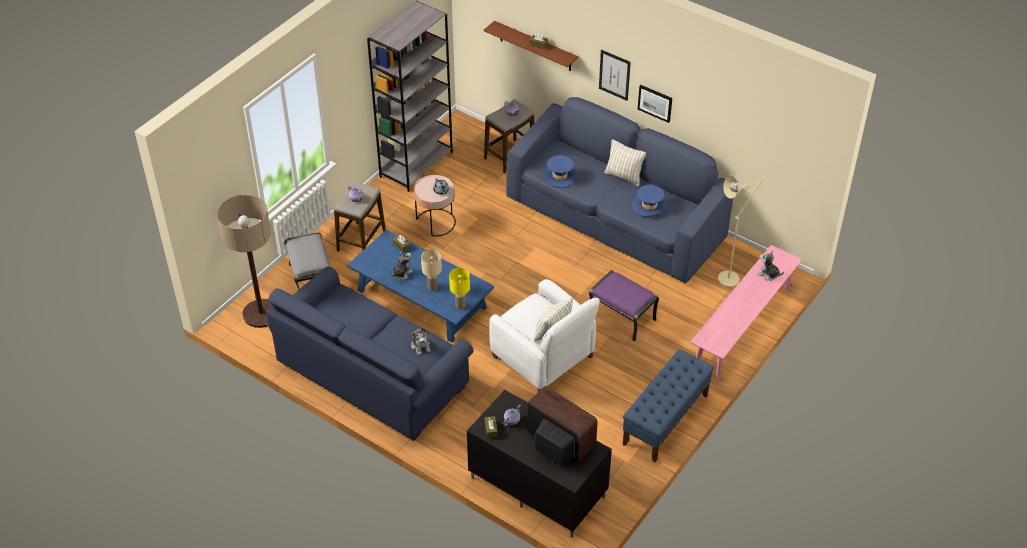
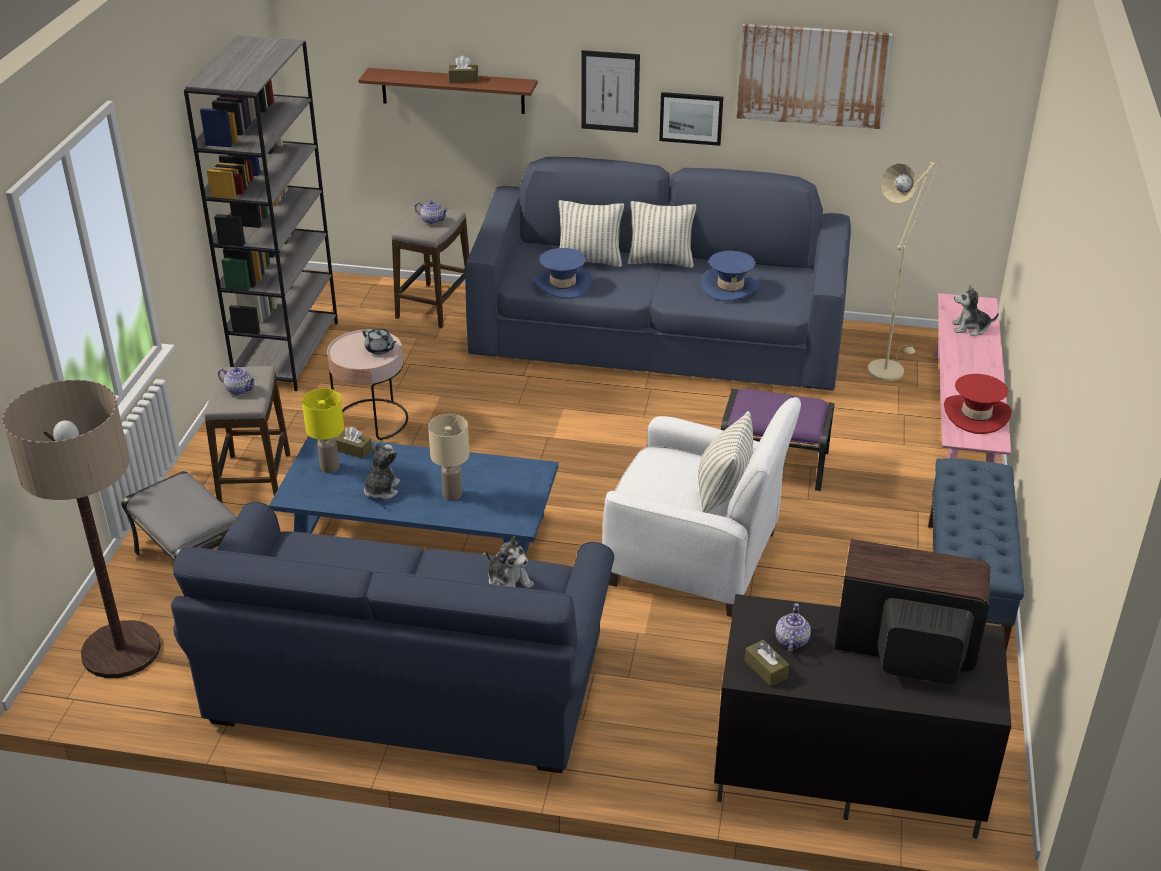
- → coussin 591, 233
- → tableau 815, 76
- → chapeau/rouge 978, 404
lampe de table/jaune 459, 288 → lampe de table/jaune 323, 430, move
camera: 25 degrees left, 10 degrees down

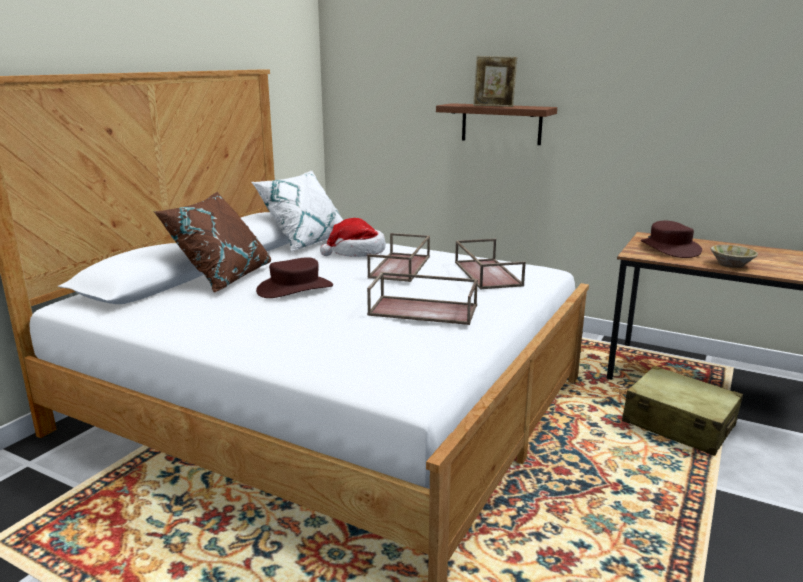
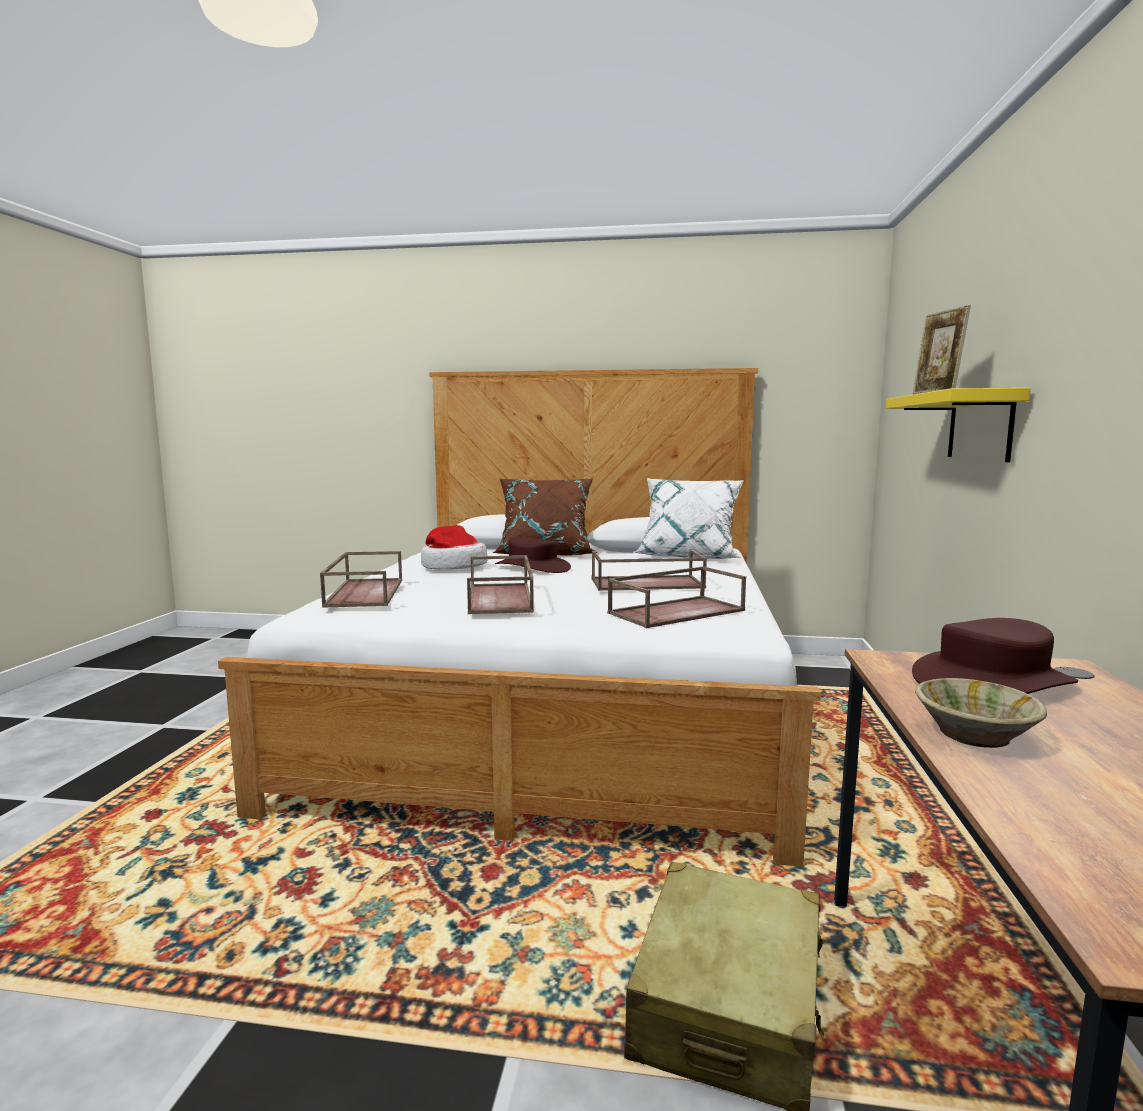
- → plateau/marron 361, 579
chapeau 353, 237 → chapeau 454, 547, move
étagère/marron 496, 124 → étagère/jaune 958, 425
camera: 70 degrees right, 10 degrees down

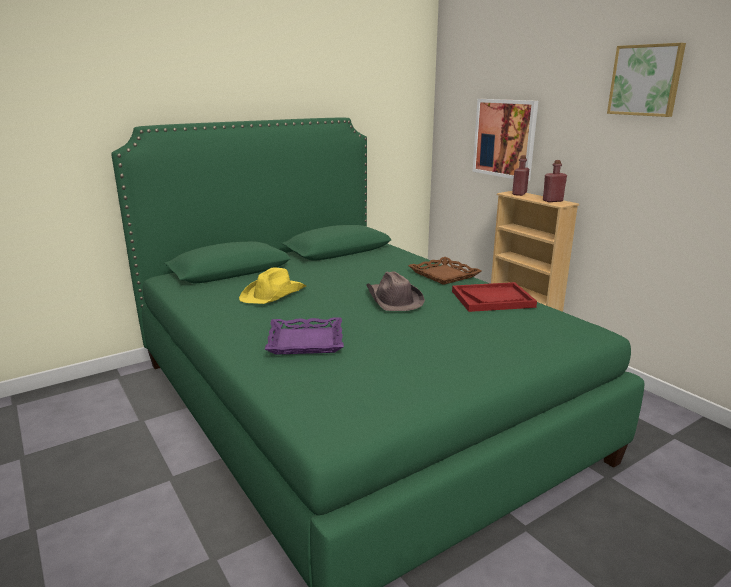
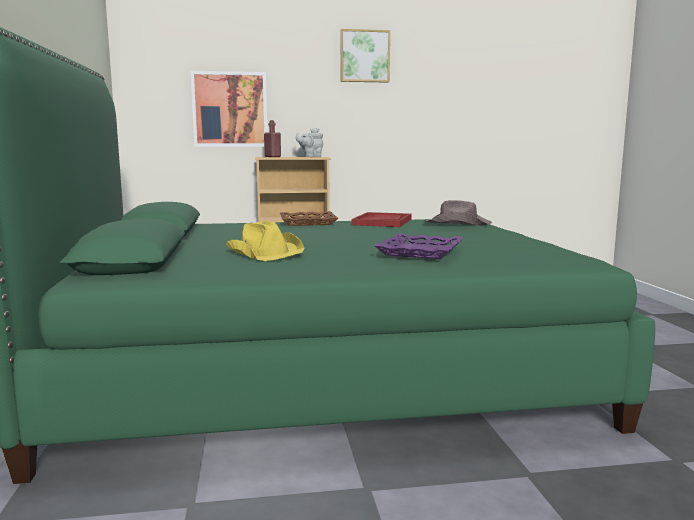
chapeau/marron 395, 291 → chapeau/marron 458, 213, move
bouteille/rouge 555, 181 → théière/gris 309, 142
camera: 65 degrees left, 10 degrees down

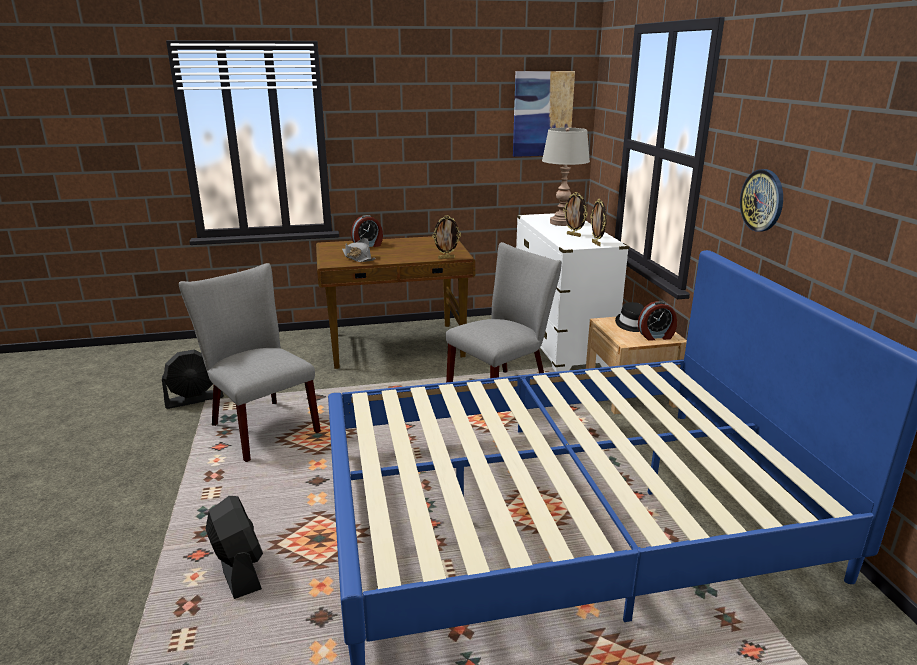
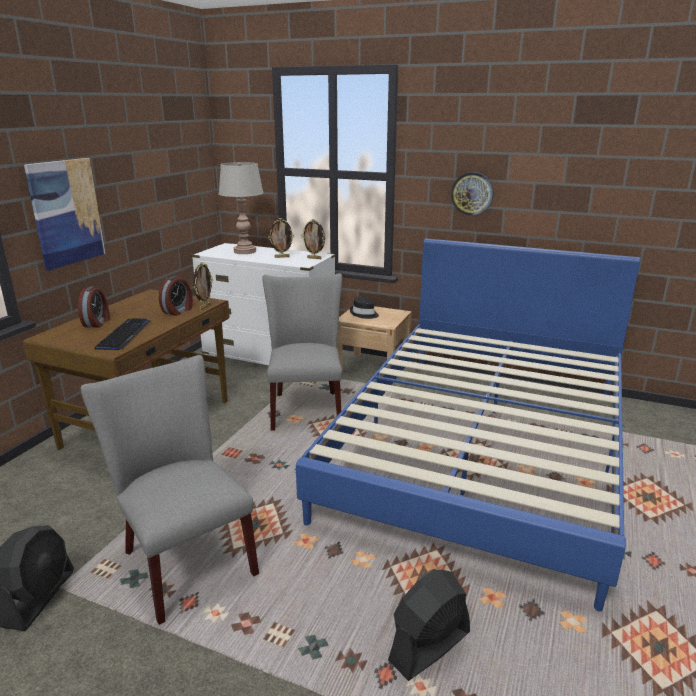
tableau 544, 114 → tableau 64, 214, move
réveil 657, 321 → réveil 176, 296, move
chapeau/gris 359, 250 → clavier 123, 334
chaise/gris 250, 362 → chaise/gris 169, 490, 60 degrees clockwise
ventilateur/noir 234, 547 → ventilateur/noir 429, 625, 45 degrees counterclockwise
camera: 55 degrees left, 0 degrees up

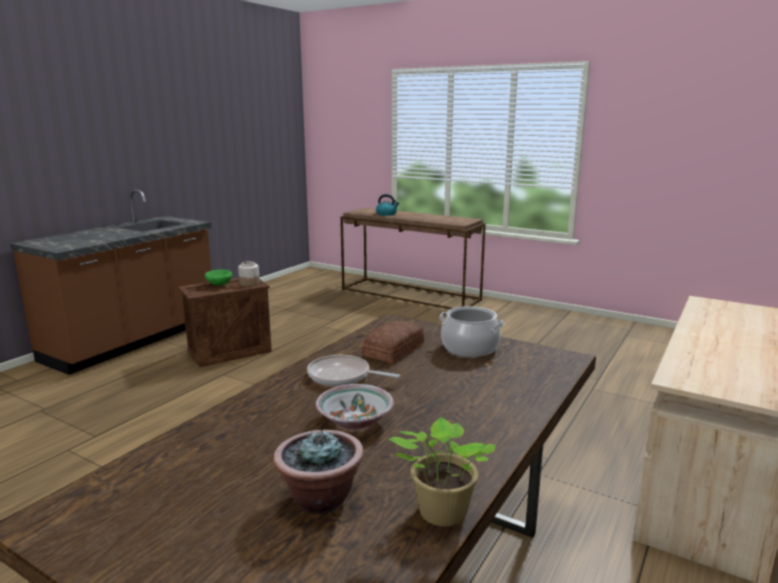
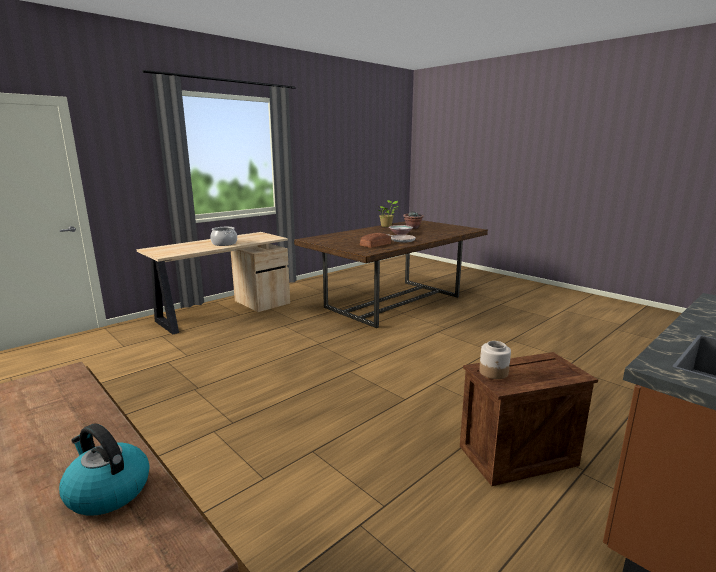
bol/vert 218, 277 → -
marmite 471, 331 → marmite 223, 236, move
camera: 165 degrees left, 0 degrees up

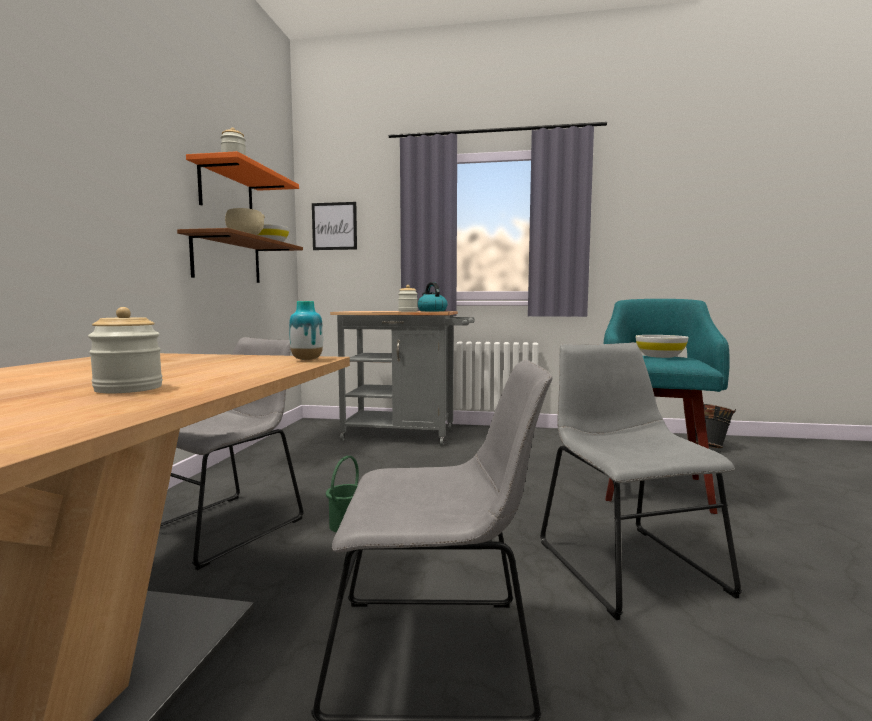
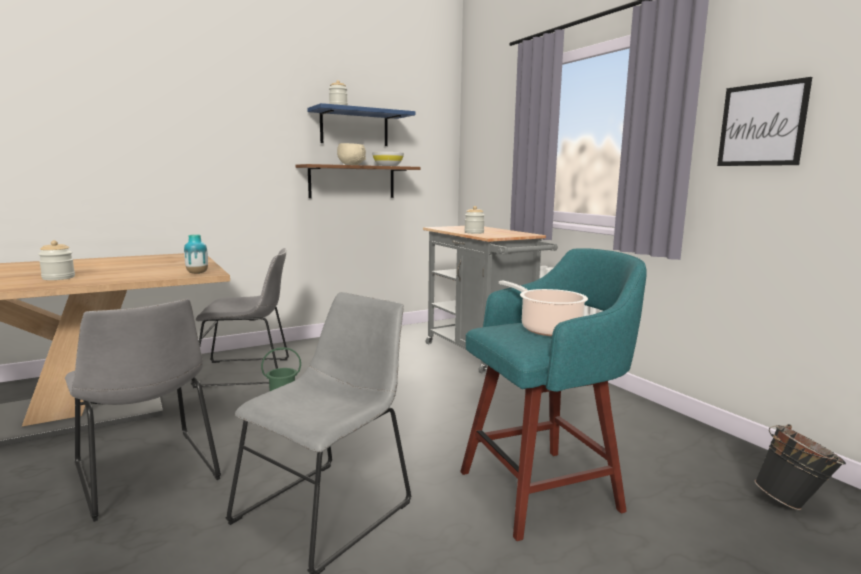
bouilloire 433, 296 → -
tableau 334, 226 → tableau 764, 121, move
bol/blanc 662, 346 → marmite 543, 308
étagère/orange 242, 180 → étagère/bleu 361, 124
camera: 50 degrees right, 5 degrees up

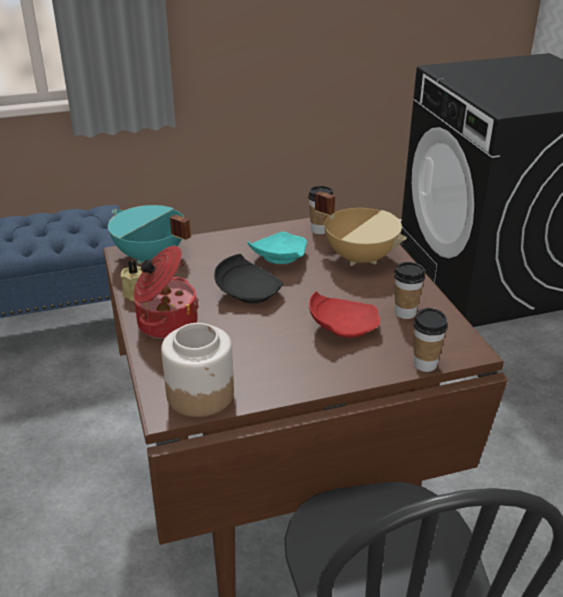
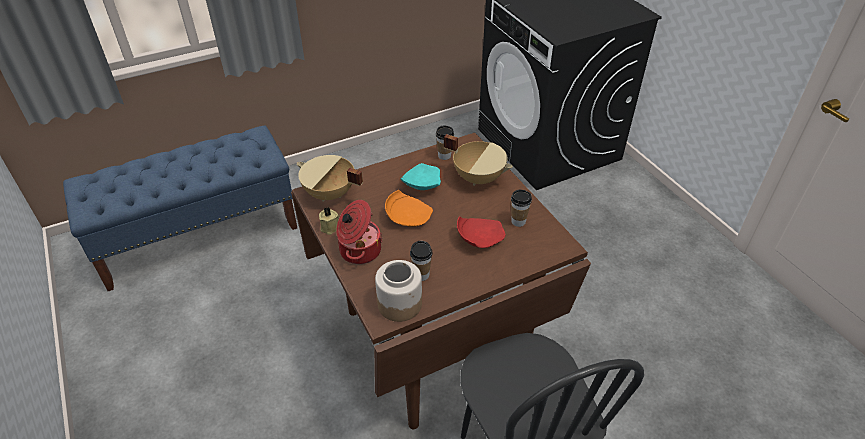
tasse 430, 340 → tasse 421, 261, move
marmite/turquoise 149, 234 → marmite/beige 330, 178
assiette/noir 248, 278 → assiette/orange 409, 208
camera: 10 degrees left, 10 degrees up

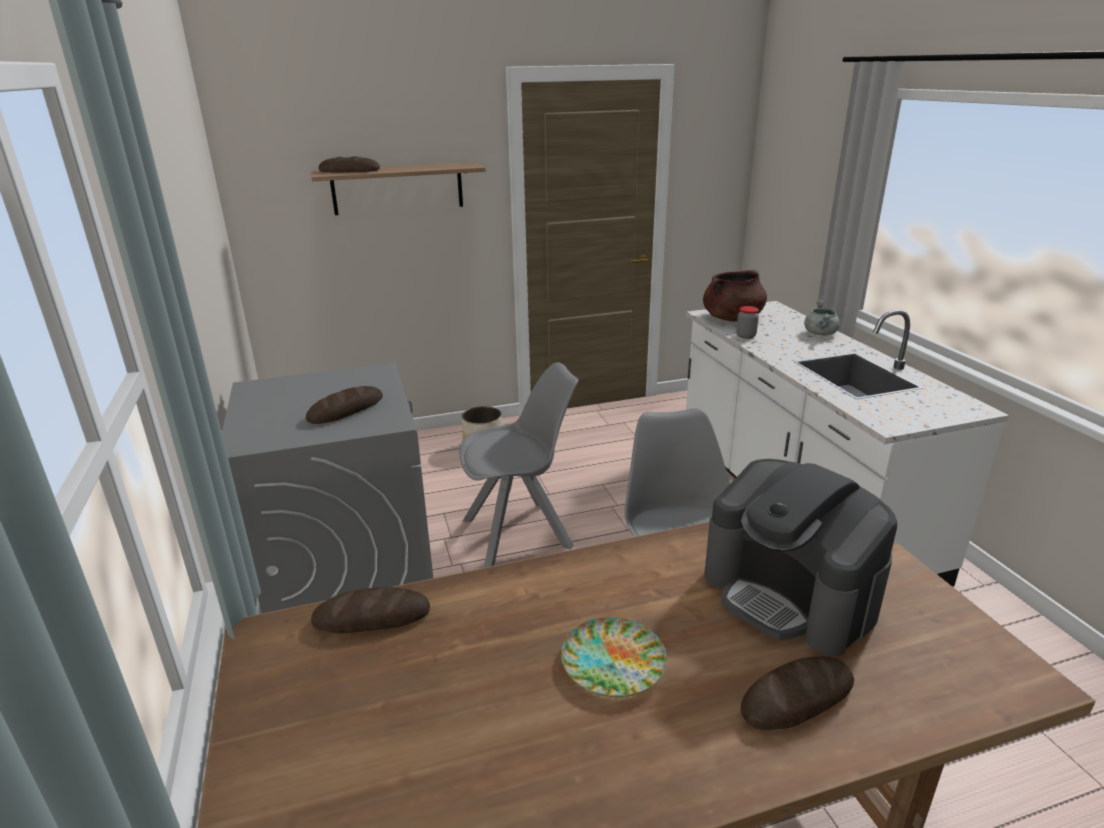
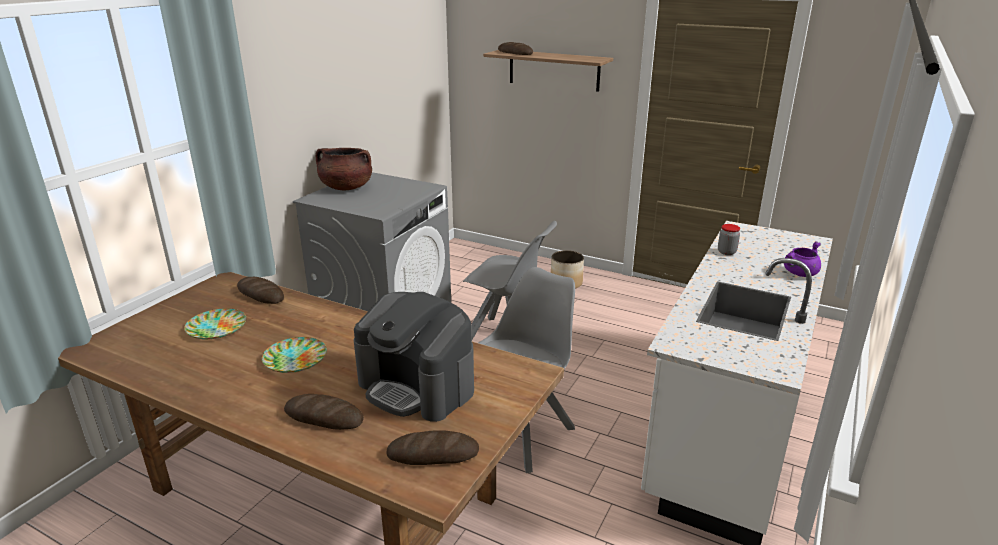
- → assiette 215, 323
pain 344, 405 → pain 433, 447, move
marmite/marron 735, 295 → marmite/marron 344, 169, move
marmite/gris 822, 317 → marmite/violet 802, 259
machine à café 800, 557 → machine à café 414, 357, 60 degrees counterclockwise
camera: 45 degrees right, 0 degrees up

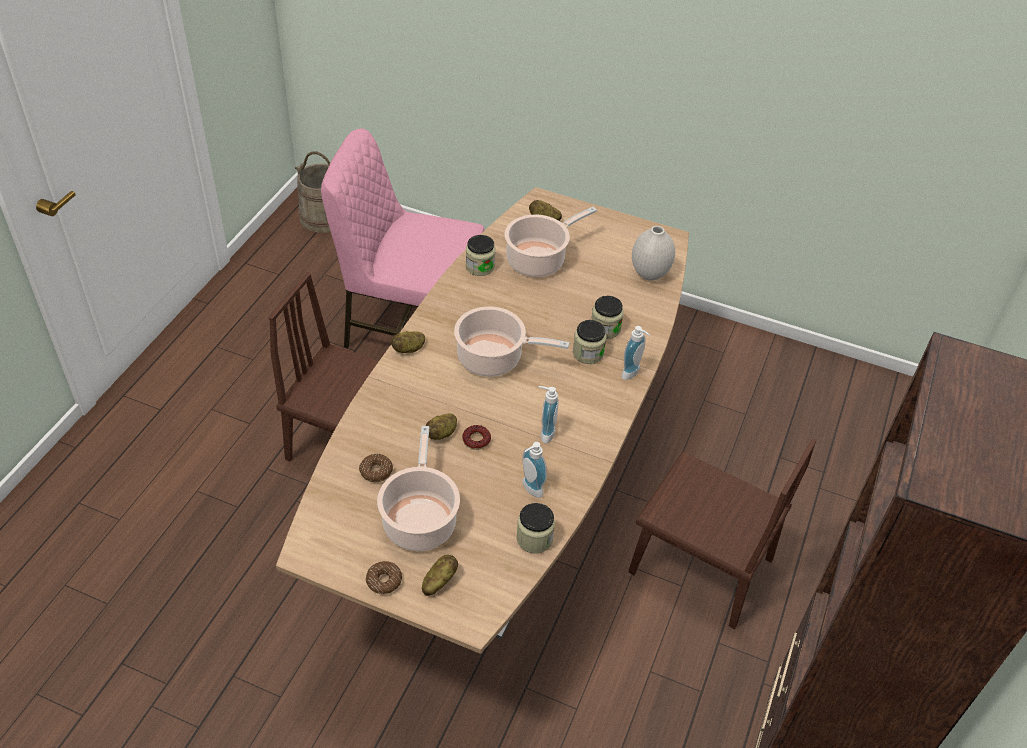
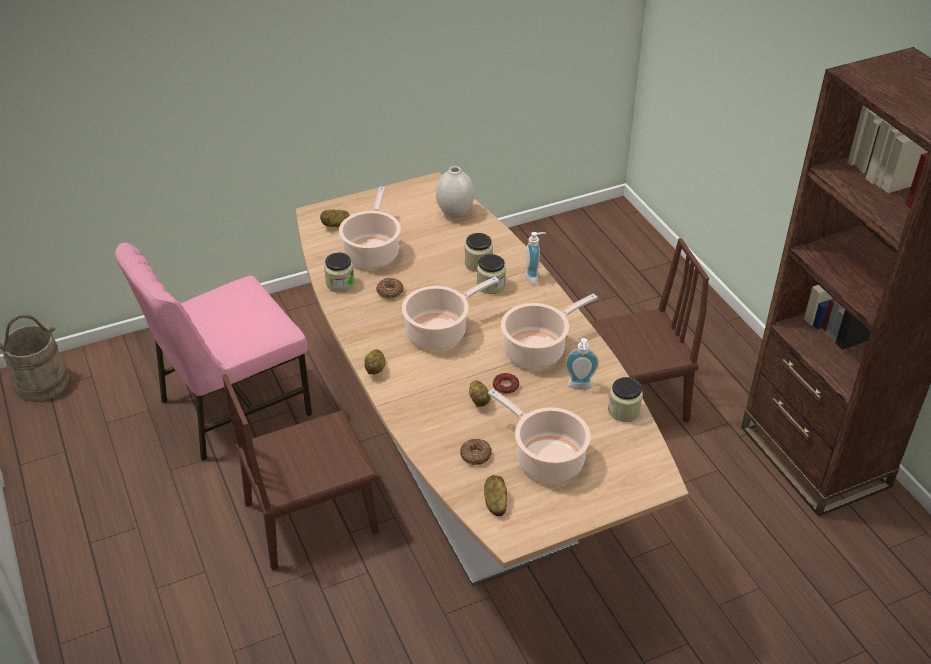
beignet 384, 577 → beignet 389, 288, move
pomme de terre 440, 575 → pomme de terre 495, 495, move
distributeur de savon 548, 414 → marmite 549, 331
camera: 45 degrees left, 5 degrees down

